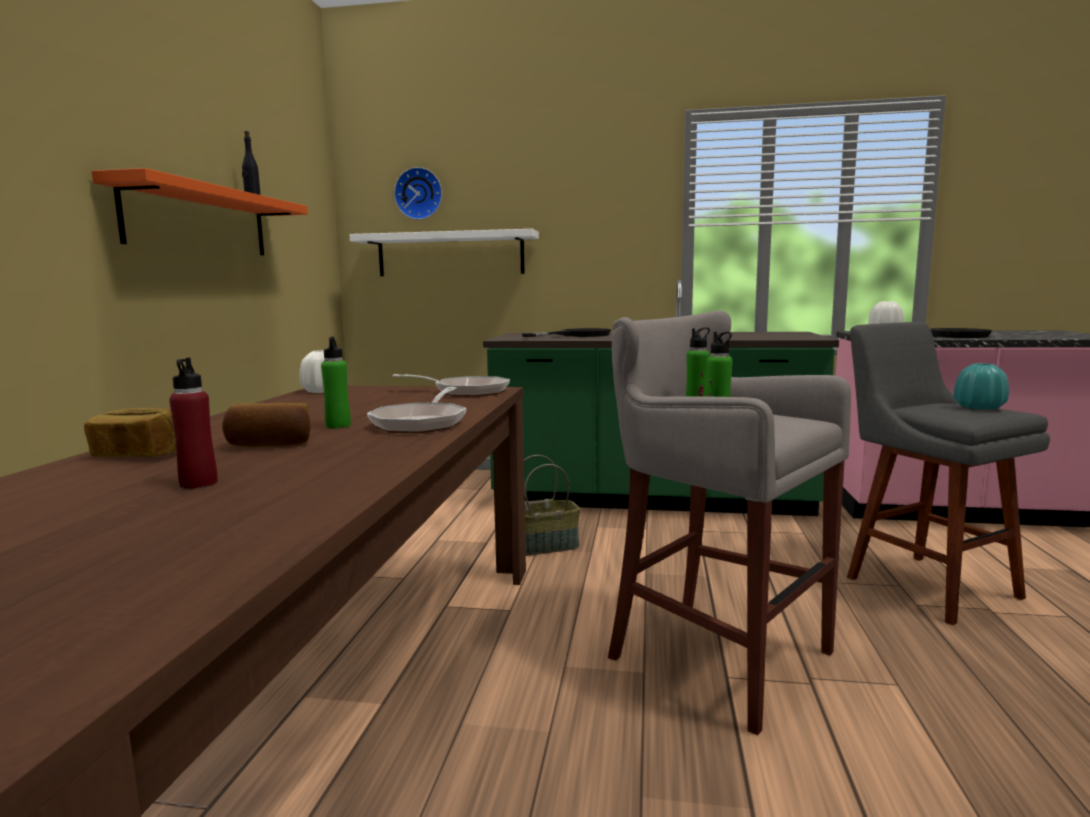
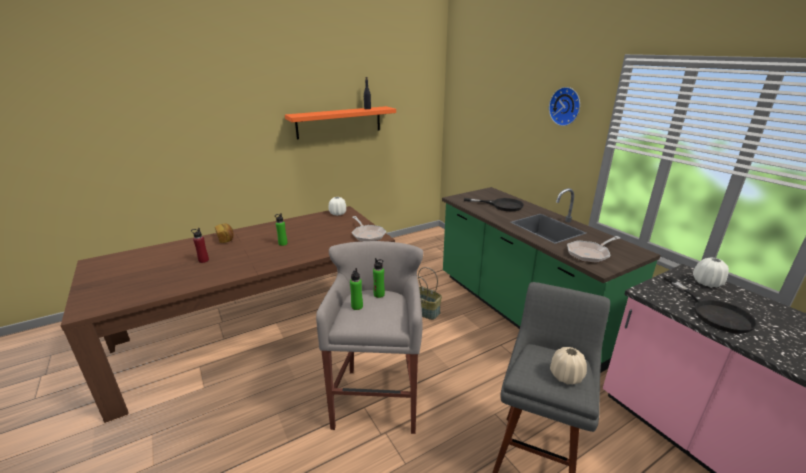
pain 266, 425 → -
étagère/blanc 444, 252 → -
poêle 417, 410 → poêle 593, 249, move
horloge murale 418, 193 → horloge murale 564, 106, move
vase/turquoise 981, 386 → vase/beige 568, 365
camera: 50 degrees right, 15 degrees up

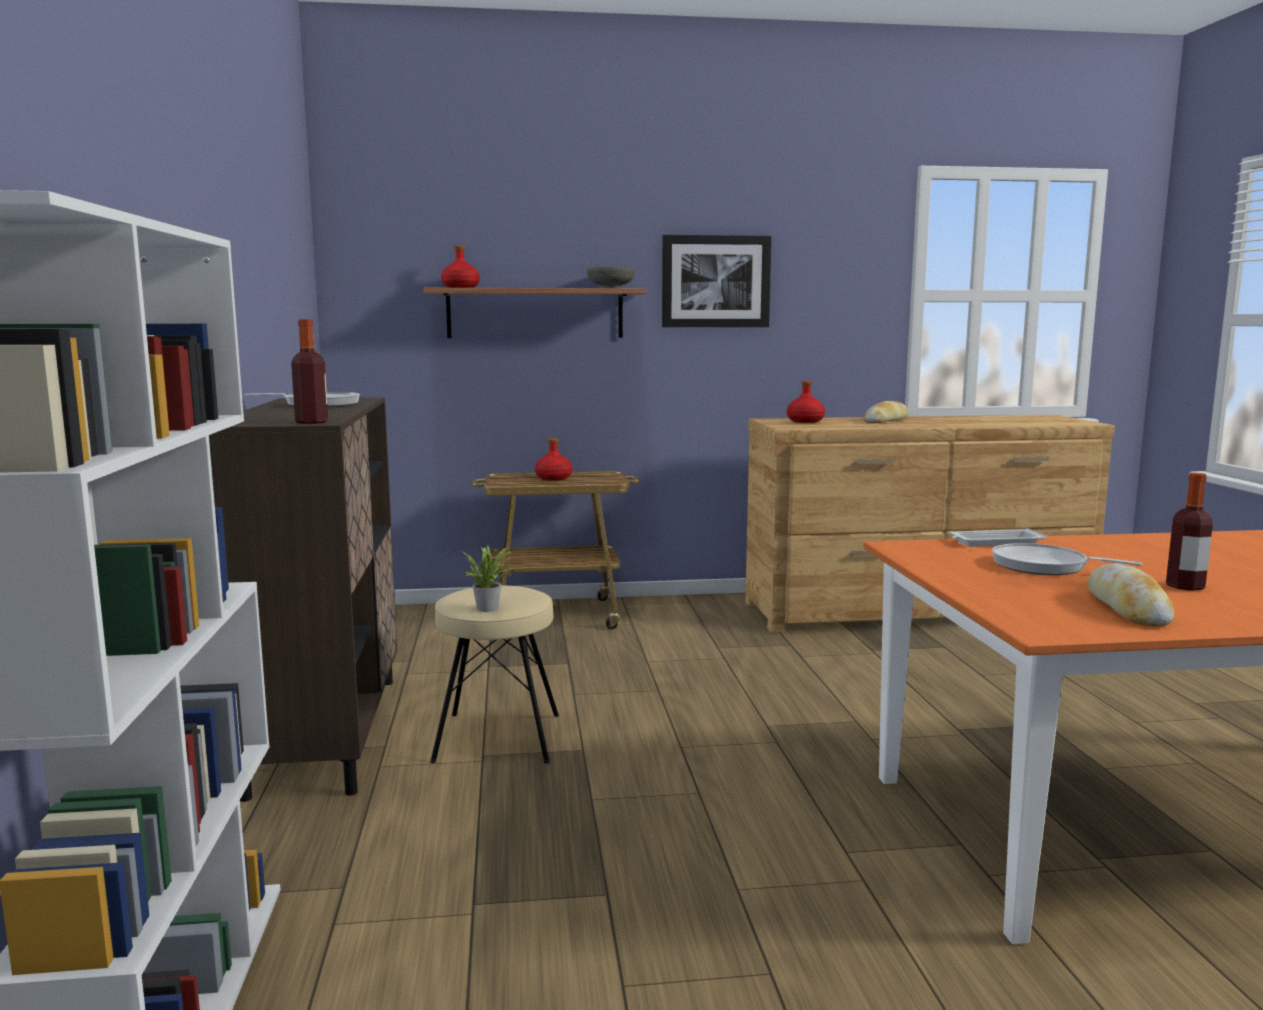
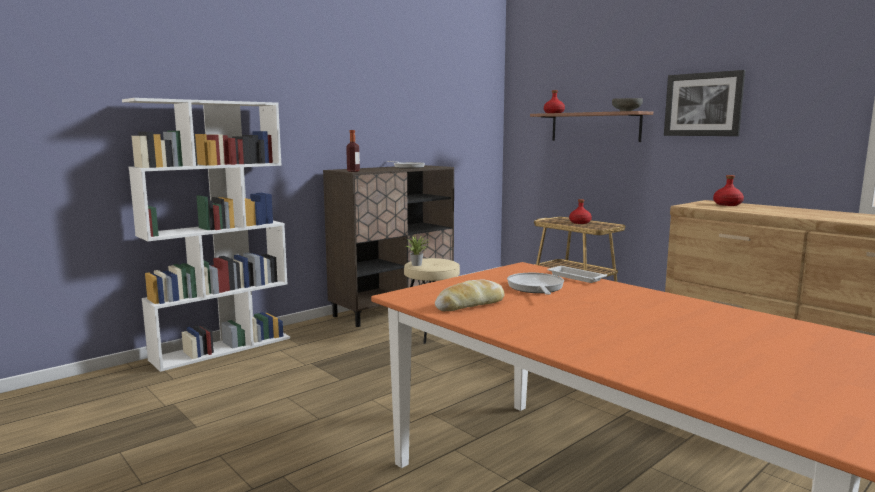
pain 886, 412 → -
bouteille 1189, 532 → -
camera: 55 degrees right, 0 degrees up

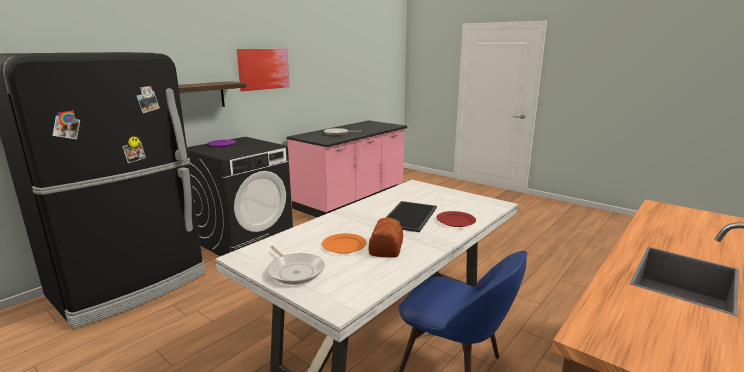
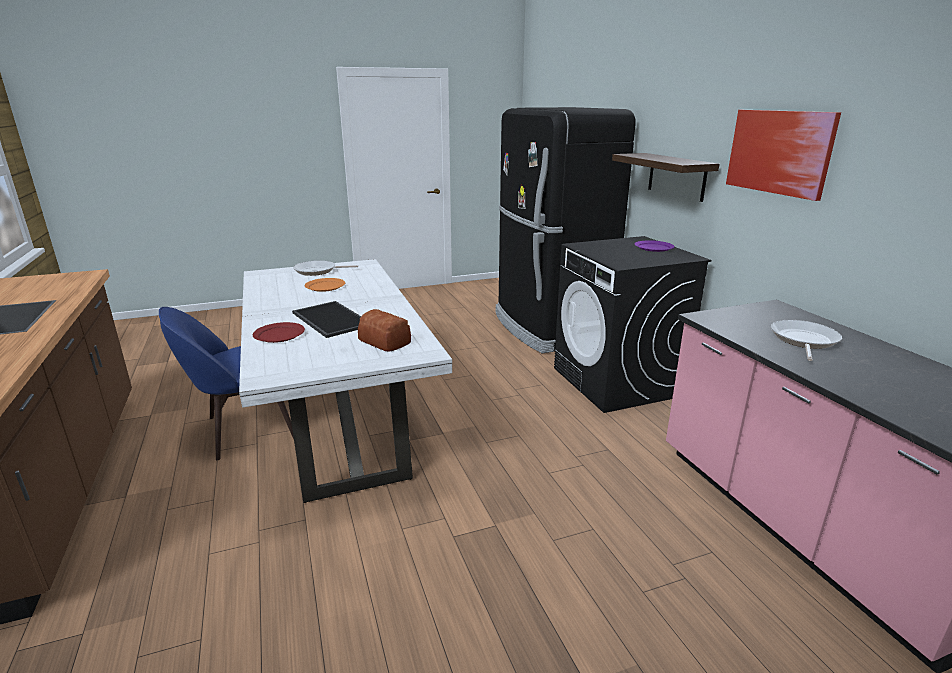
pain 385, 238 → pain 384, 330, move
camera: 120 degrees right, 5 degrees up

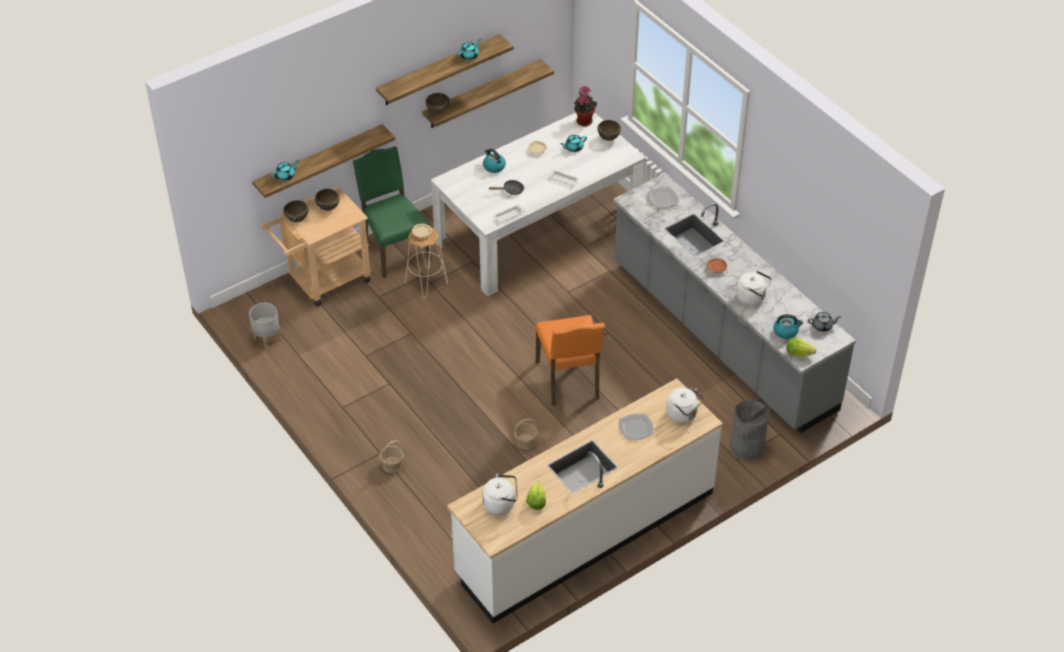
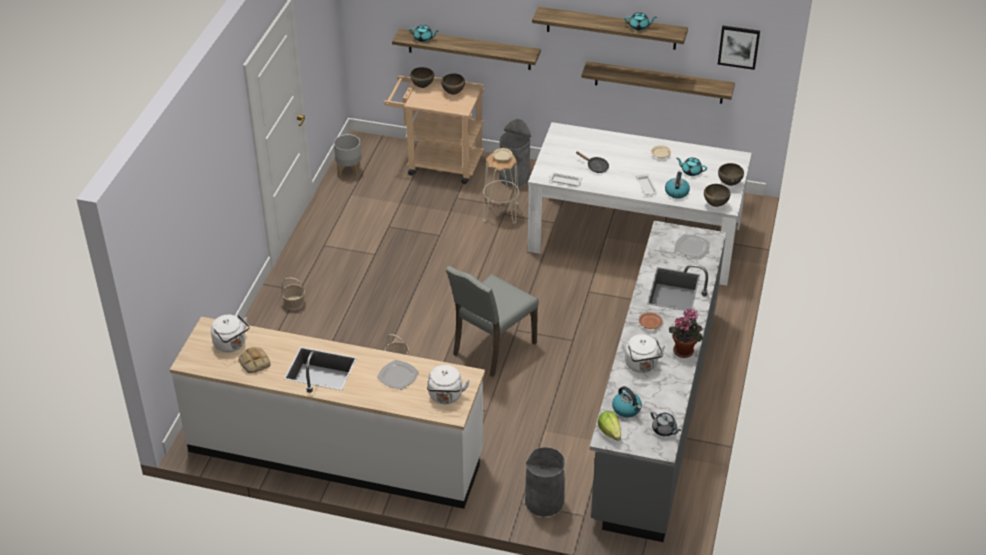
- → tableau 739, 48
bol/marron 438, 103 → bol/marron 717, 195, move
bouilloire 494, 161 → bouilloire 677, 185, move
plante en pot 585, 106 → plante en pot 686, 333, move
chaise/vert 392, 212 → poubelle/gris 515, 153
laitue 536, 495 → pain 255, 360
chaise/orange 570, 360 → chaise/gris 492, 321
camera: 50 degrees right, 5 degrees down

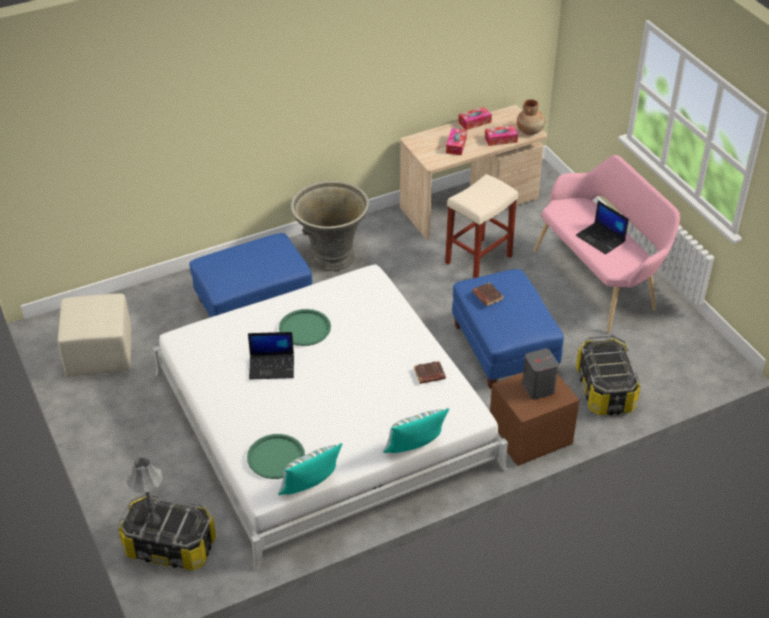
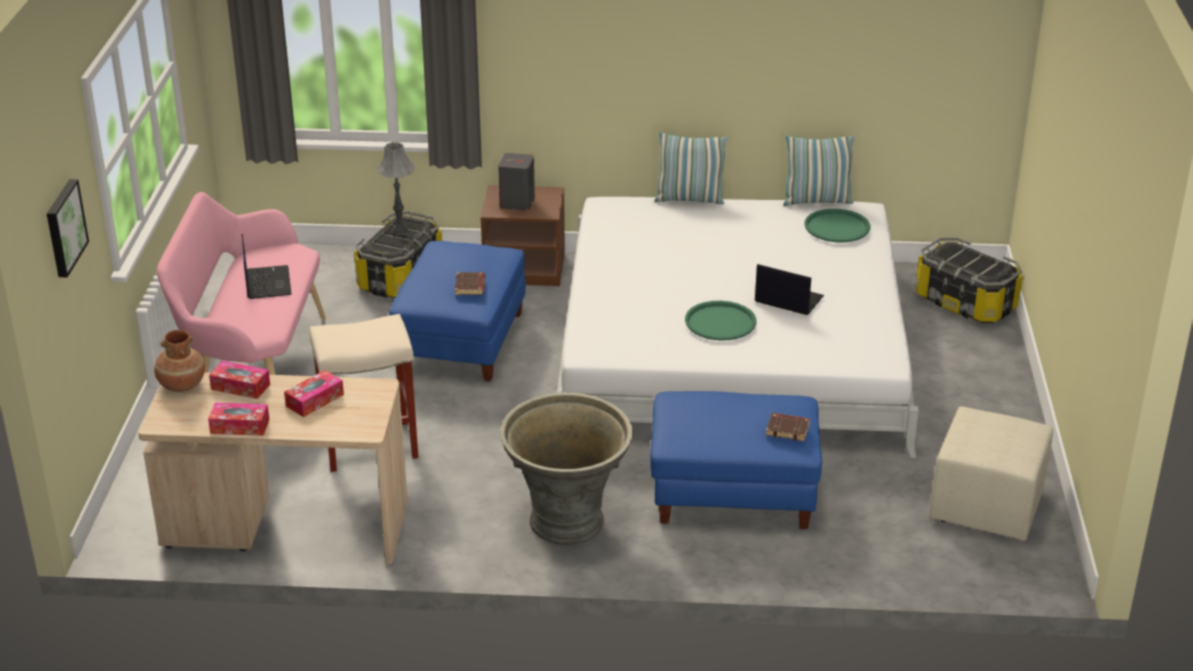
- → tableau 68, 228
lampe de table/gris 144, 491 → lampe de table/gris 395, 189, move
livre/marron 430, 372 → livre/marron 788, 427, move
camera: 150 degrees left, 10 degrees down

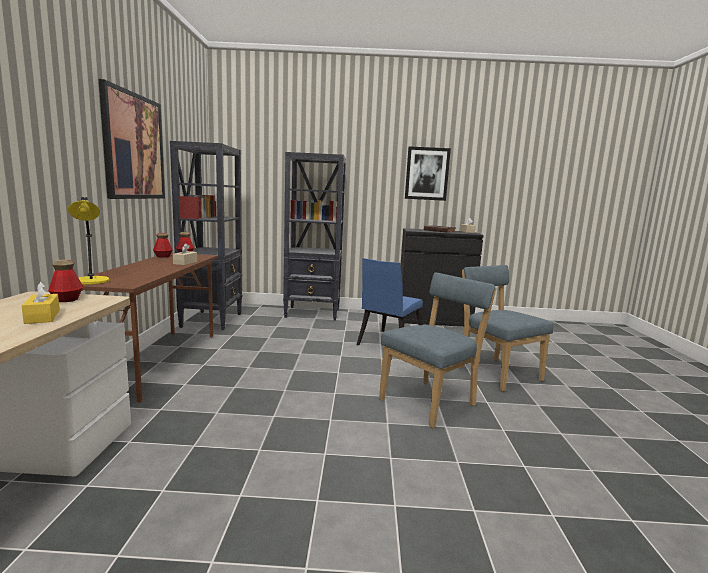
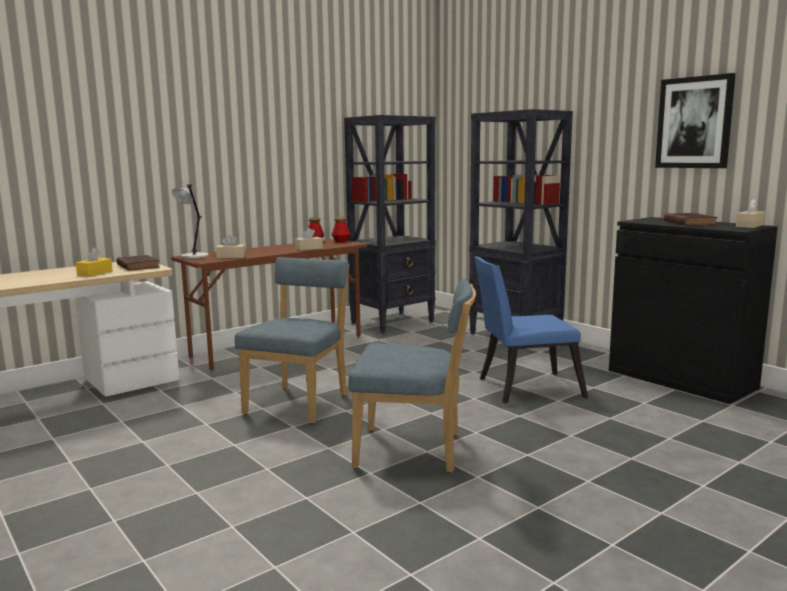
tableau 132, 139 → -
- → boîte à mouchoirs/beige 230, 247
chaise/bleu 506, 328 → chaise/bleu 292, 340, move
bouteille 65, 280 → livre/marron 138, 263
lampe de table/jaune 89, 241 → lampe de table/gris 190, 221
camera: 50 degrees right, 0 degrees up

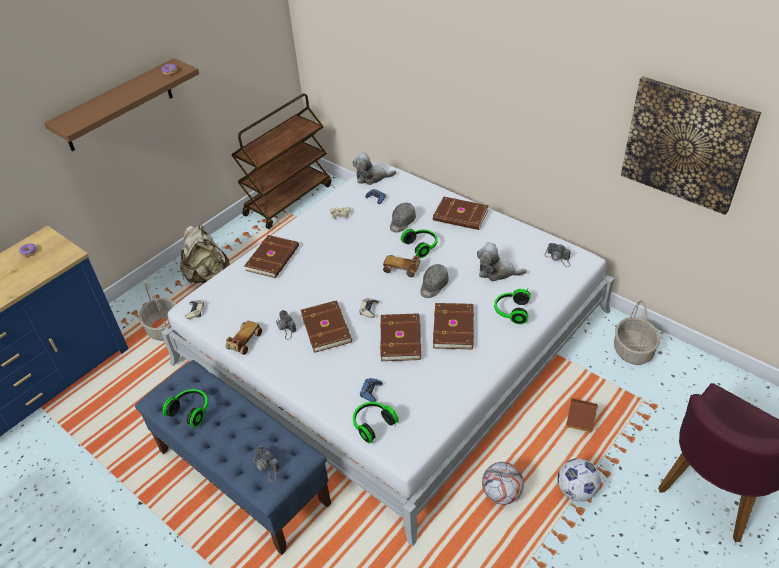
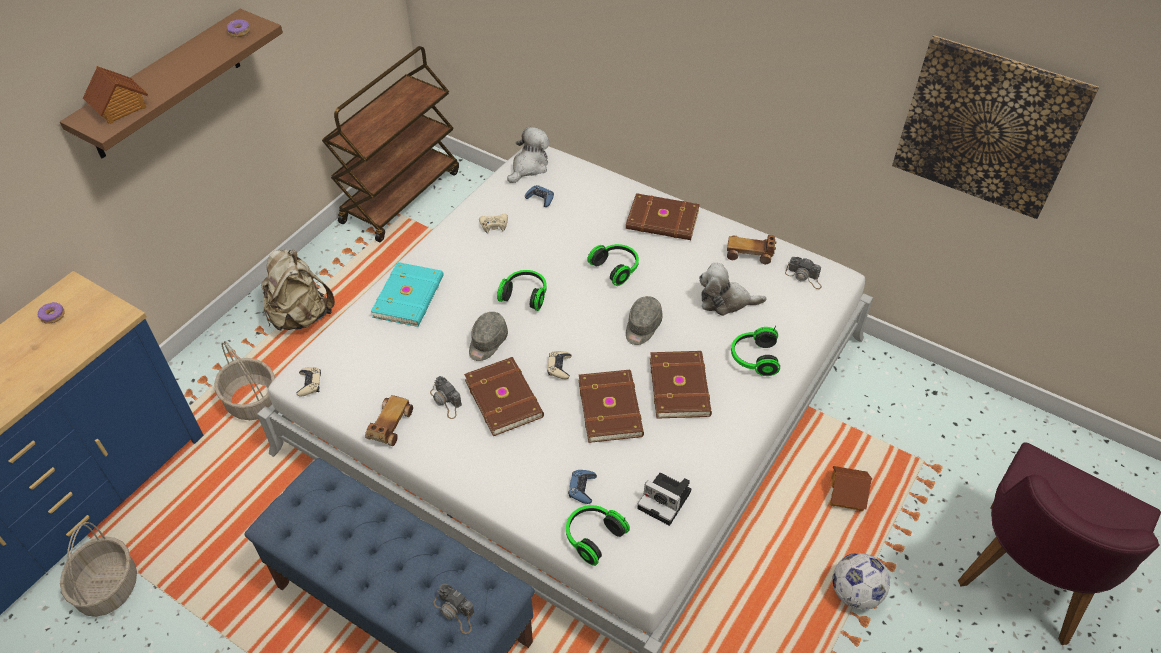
ballon de foot 503, 483 → -
- → maison miniature 115, 95
- → appareil photo 664, 499
casque audio 185, 408 → casque audio 522, 290, move
petite voiture 401, 266 → petite voiture 751, 250, move
casquette/gris 403, 218 → casquette/gris 488, 336, move
panier 637, 332 → panier 98, 569, move
livre/marron 271, 256 → livre/turquoise 407, 294
peluche 374, 168 → peluche 528, 155, 135 degrees clockwise
camera: 10 degrees left, 5 degrees up

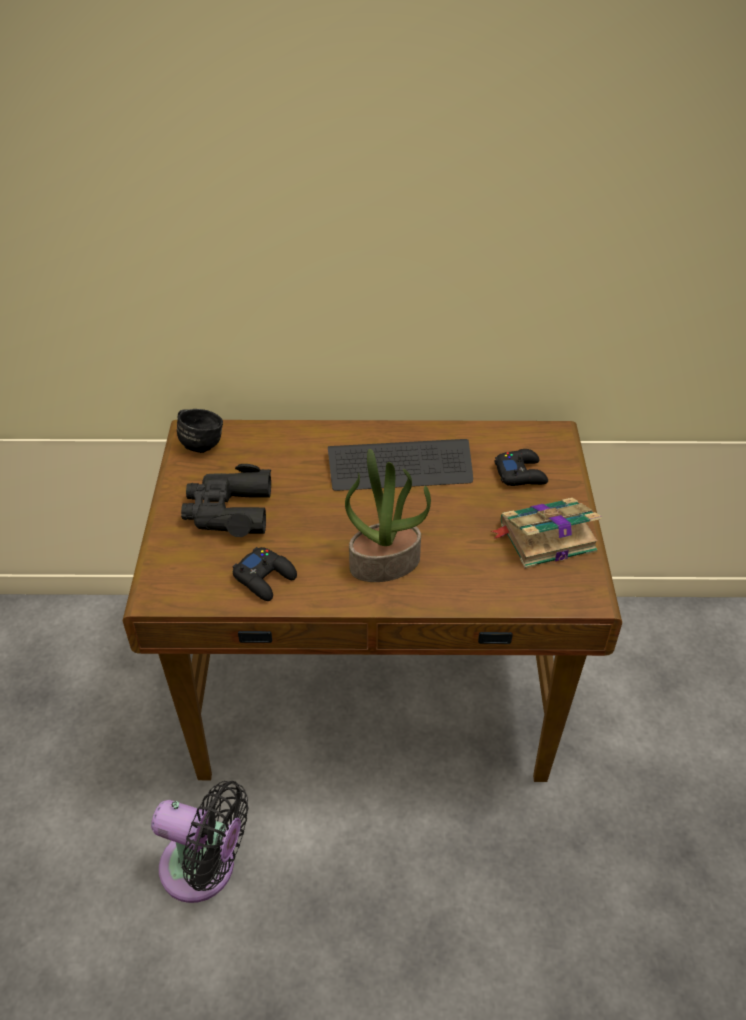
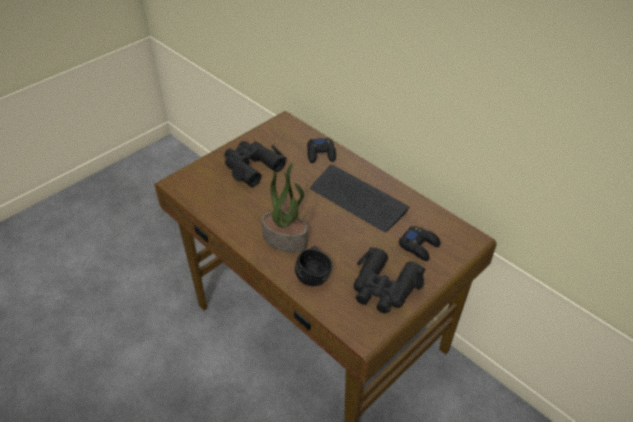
ventilateur/noir 199, 842 → -
mug/noir 200, 431 → mug/noir 313, 266, move
manette/noir 264, 574 → manette/noir 321, 150, move
livre 546, 533 → jumelles/noir 389, 280
camera: 45 degrees right, 0 degrees up

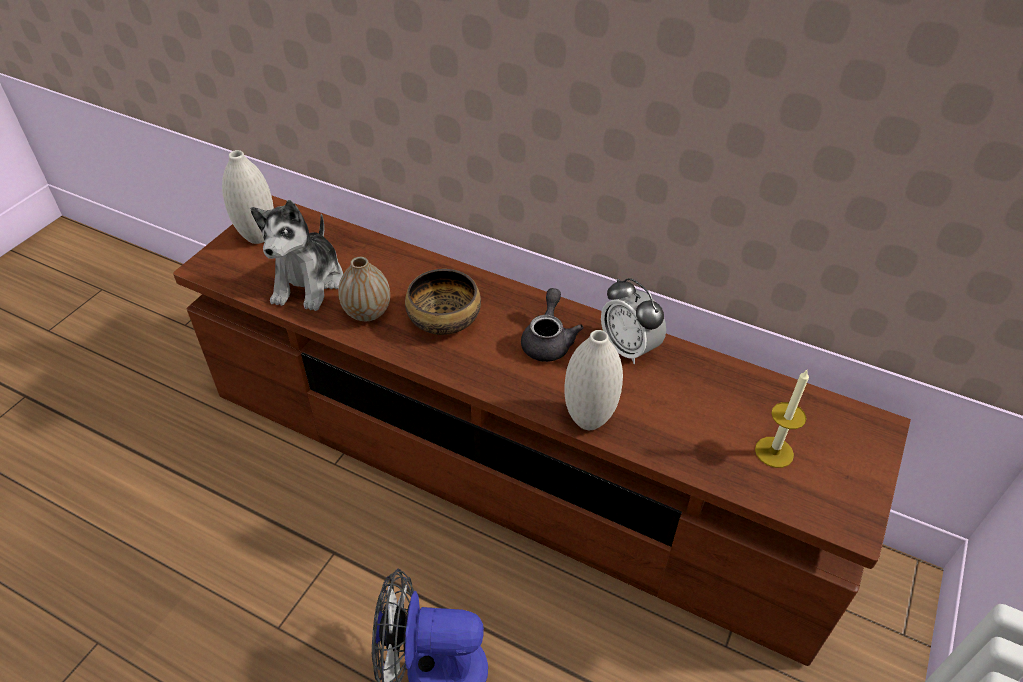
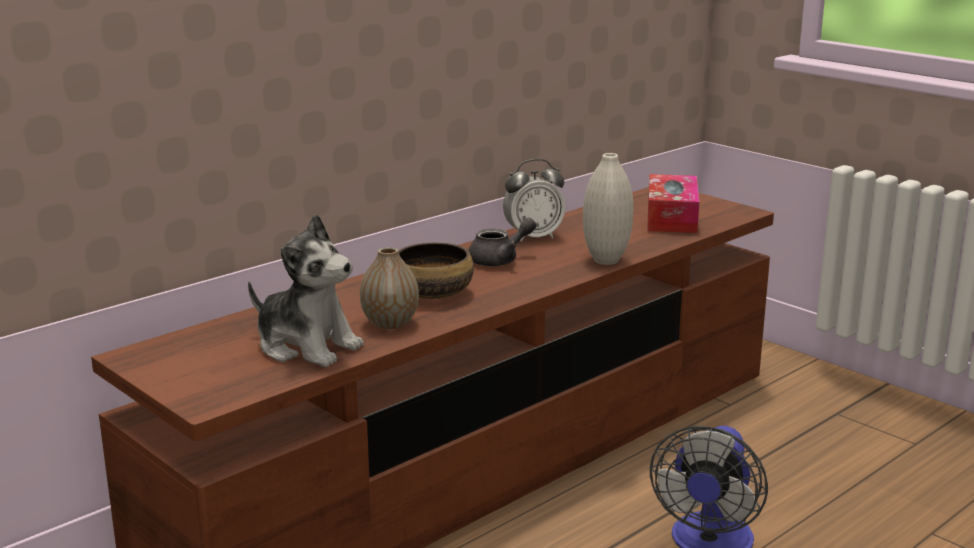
vase/blanc 248, 197 → -
bougie 782, 419 → boîte à mouchoirs 673, 203
théière/gris 552, 325 → théière/gris 502, 242, 120 degrees clockwise
camera: 70 degrees left, 25 degrees down

